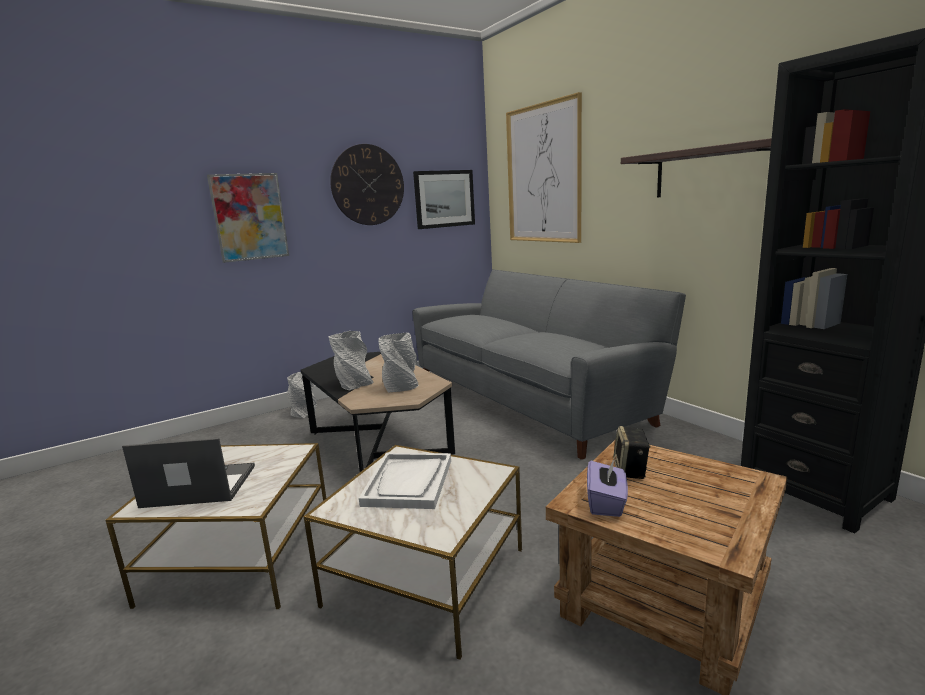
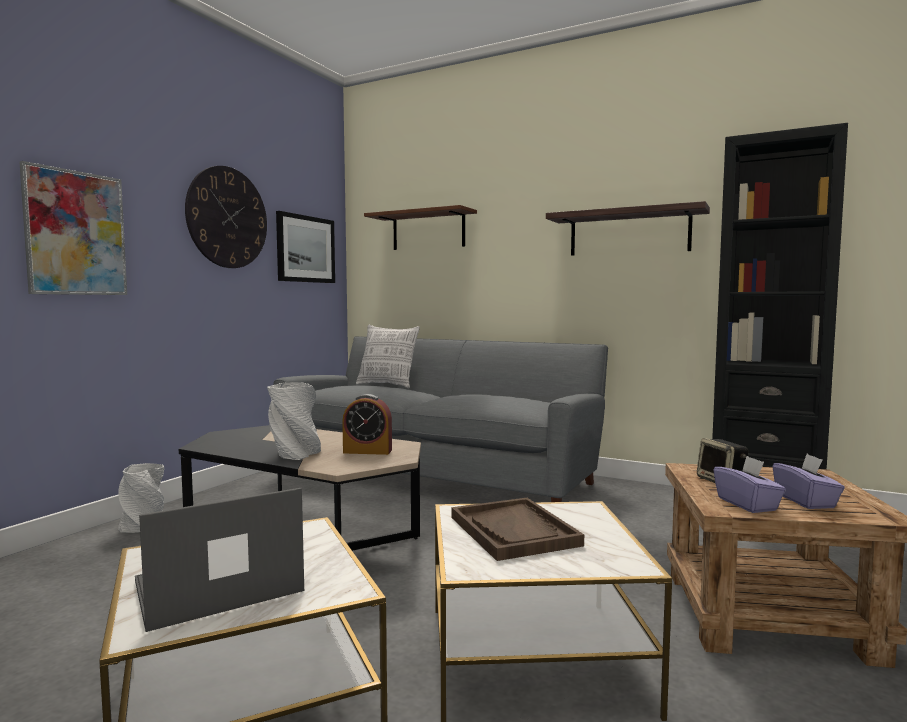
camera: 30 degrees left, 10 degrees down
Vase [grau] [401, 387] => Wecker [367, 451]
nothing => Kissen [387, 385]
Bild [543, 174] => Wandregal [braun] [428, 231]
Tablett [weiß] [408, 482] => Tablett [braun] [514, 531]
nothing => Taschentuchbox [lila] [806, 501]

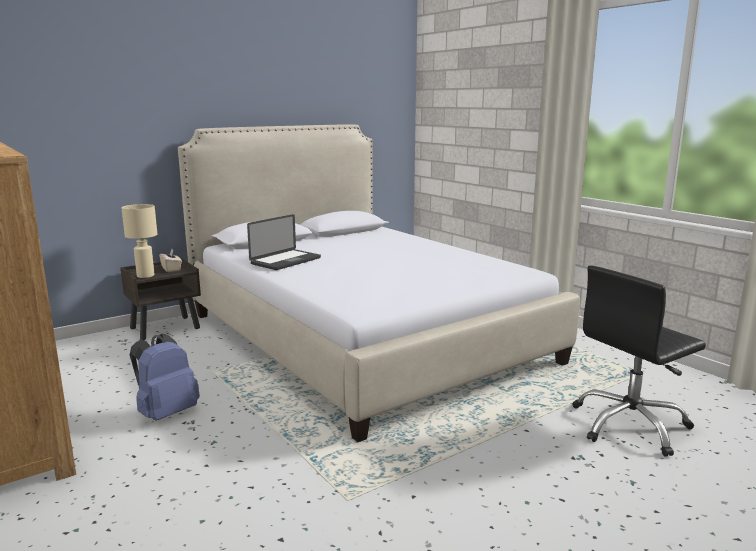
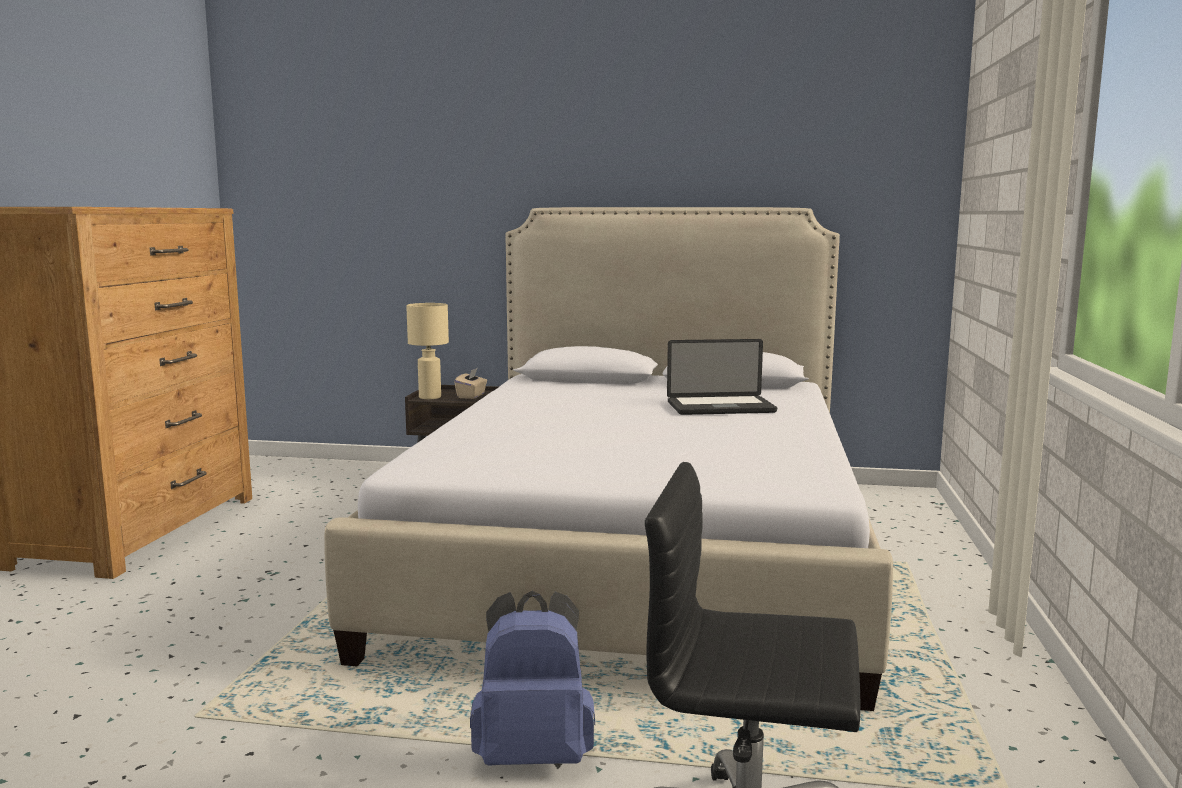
camera: 45 degrees right, 5 degrees down
Rucksack [blau] [166, 413] => Rucksack [blau] [534, 754], relocated
Laptop [286, 261] => Laptop [720, 407], relocated

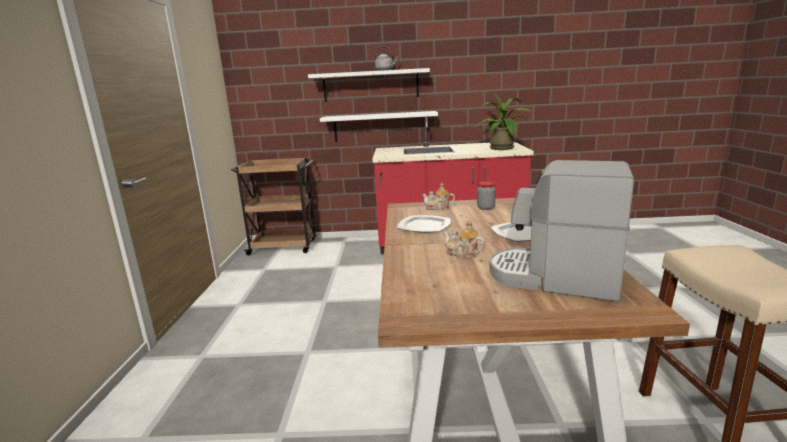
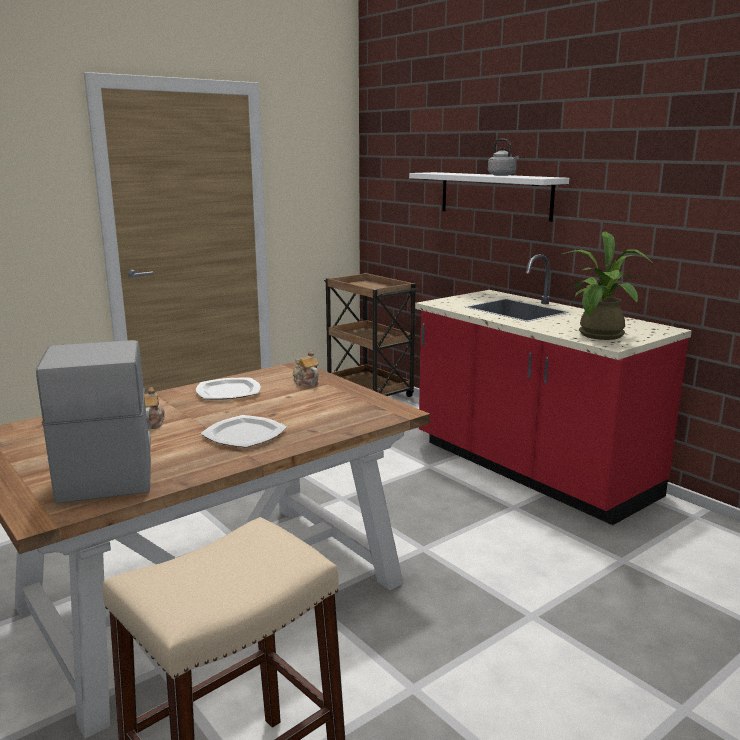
camera: 50 degrees right, 0 degrees up
Wandregal [weiß] [380, 126] => nothing
Vorratsglas [485, 208] => nothing

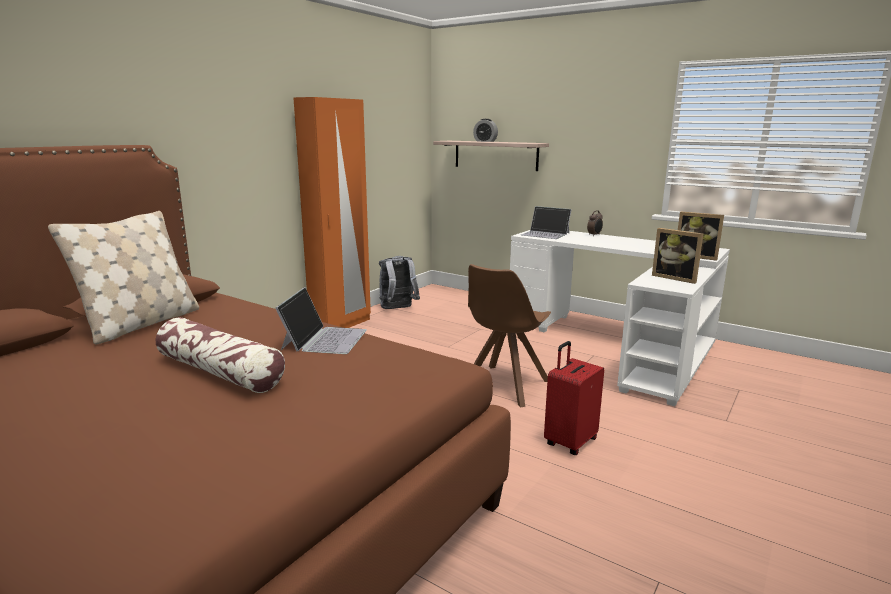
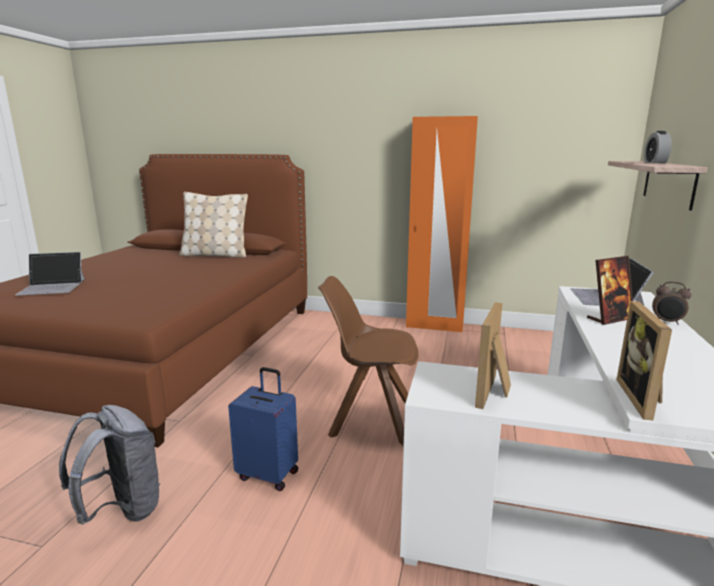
camera: 70 degrees right, 0 degrees up
Laptop [324, 339] => Laptop [52, 287], relocated
Rucksack [grau] [398, 309] => Rucksack [grau] [122, 510], relocated
Koffer [rot] [569, 442] => Koffer [blau] [268, 474]
nothing => Bilderrahmen [609, 318]
Kissen [220, 372] => nothing

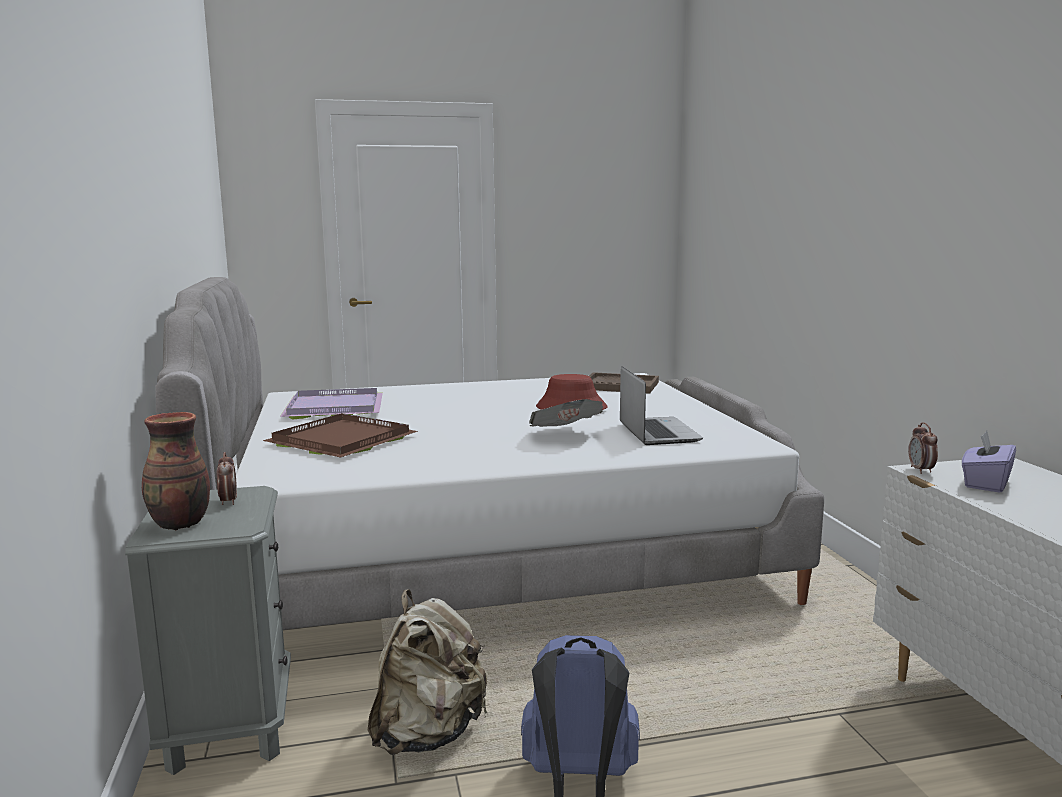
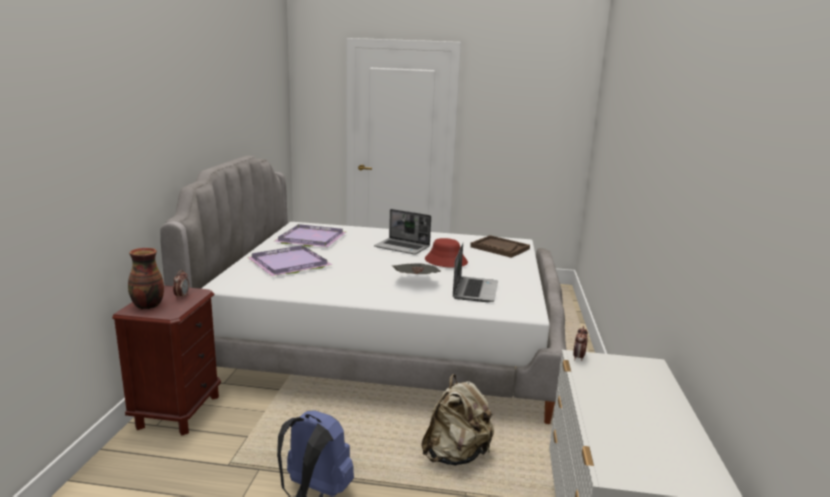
camera: 20 degrees right, 5 degrees up
Nachttisch [grau] [230, 725] => Nachttisch [braun] [178, 411]
Tablett [braun] [338, 441] => Tablett [lila] [287, 263]
nothing => Laptop [403, 247]
Rucksack [beige] [429, 733] => Rucksack [beige] [456, 455], relocated
Taschentuchbox [lila] [985, 483] => nothing

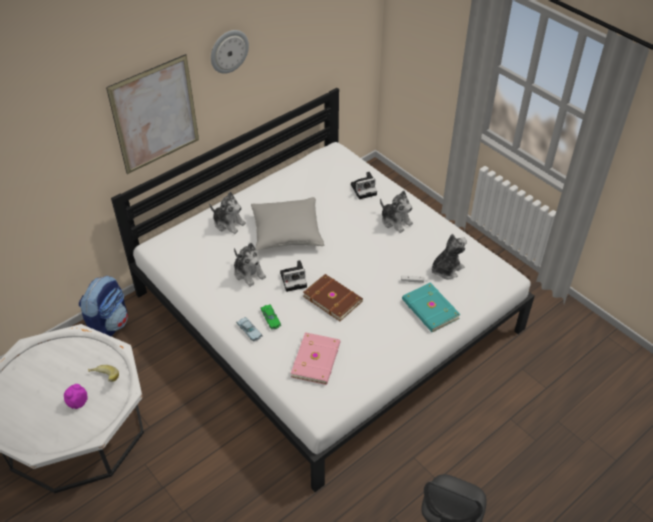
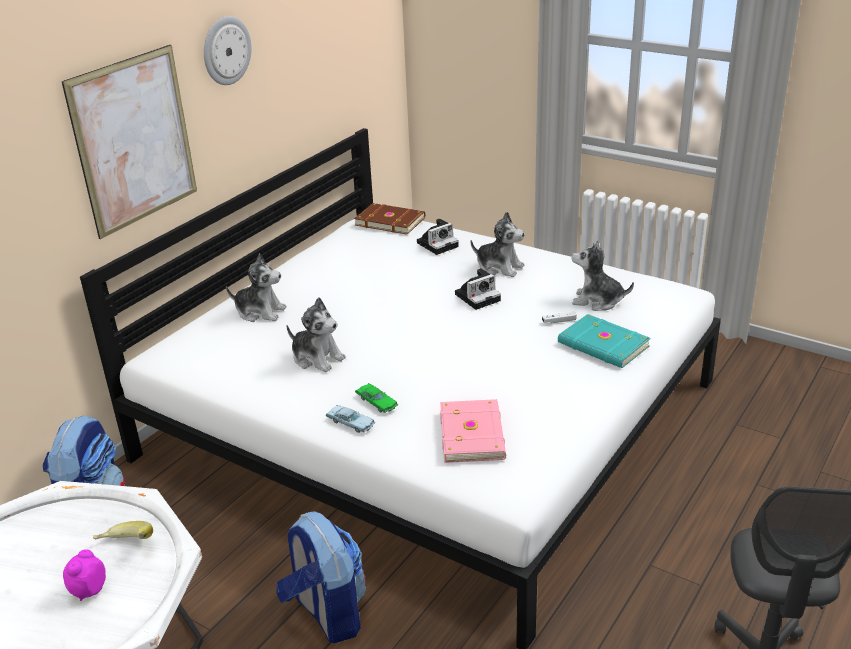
camera: 15 degrees left, 15 degrees down
nothing => Rucksack [326, 613]
Buch [braun] [333, 298] => Buch [braun] [390, 221], relocated
Kamera [294, 279] => Kamera [478, 297], relocated
Plüschtier [446, 269] => Plüschtier [597, 301], 105 degrees counterclockwise
Kissen [grau] [286, 232] => nothing

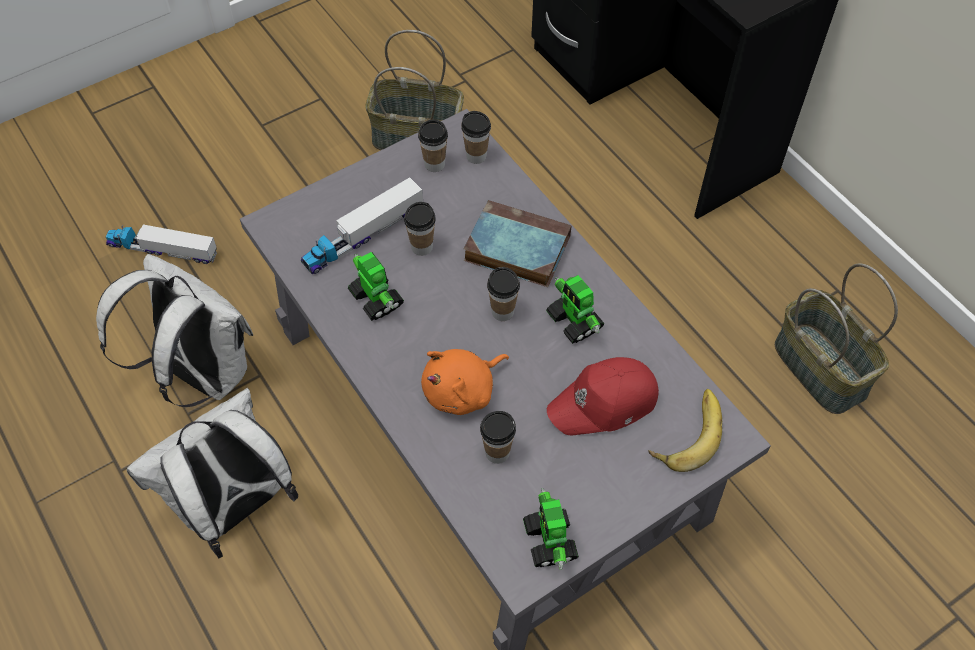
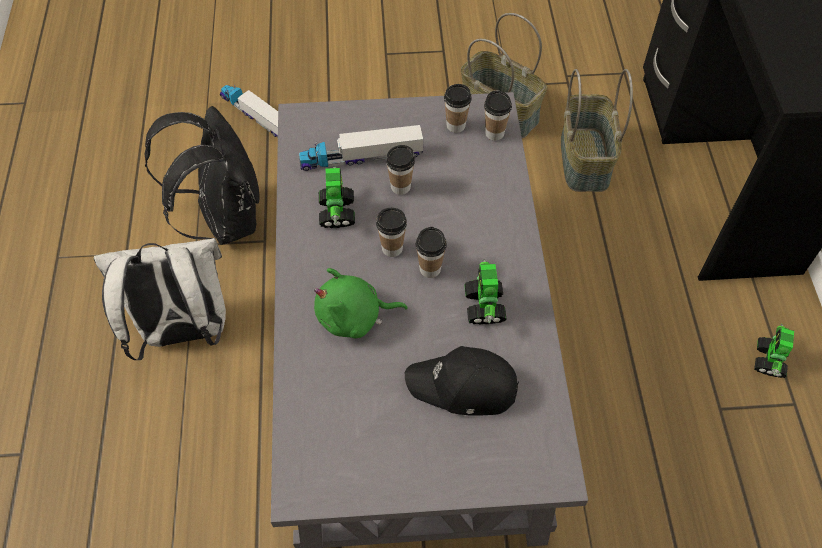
camera: 30 degrees right, 0 degrees up
Rucksack [weiß] [201, 373] => Rucksack [schwarz] [224, 219]
Plüschtier [orange] [462, 391] => Plüschtier [grün] [354, 317]
Tasse [497, 452] => Tasse [392, 248], relocated
Kappe [rot] [605, 403] => Kappe [schwarz] [463, 387]
Korb [822, 369] => Korb [586, 160], relocated
Spielzeugroboter [550, 542] => Spielzeugroboter [769, 360], relocated
Buch [514, 248] => nothing
Banane [686, 432] => nothing

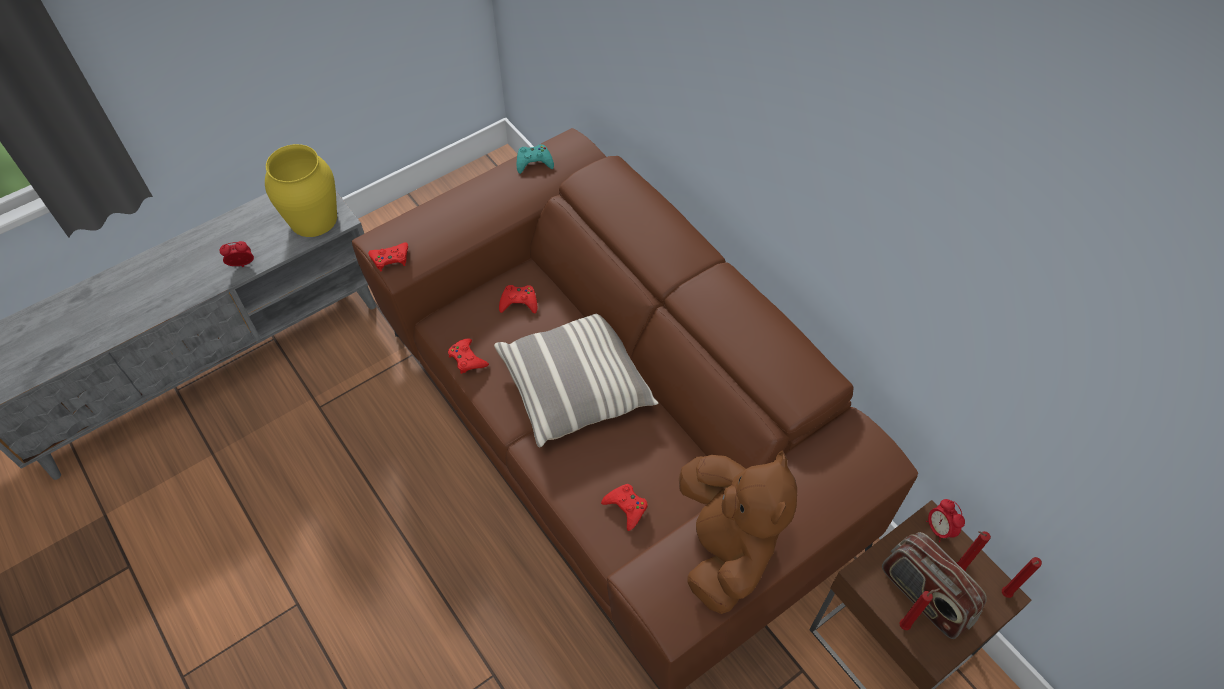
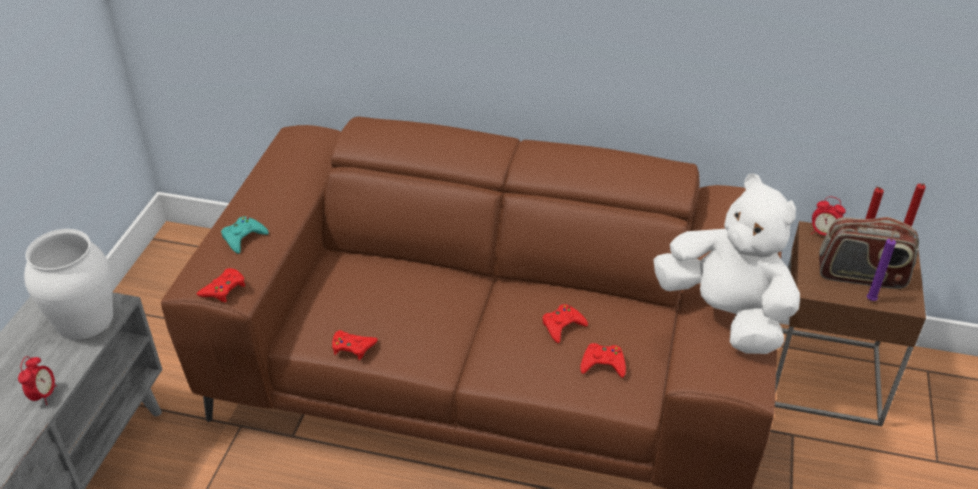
camera: 40 degrees left, 15 degrees down
Wecker [243, 265] => Wecker [44, 395], 150 degrees clockwise
Vase [gelb] [312, 219] => Vase [weiß] [83, 320]
Gamepad [türkis] [534, 162] => Gamepad [türkis] [243, 237], relocated
Gamepad [rot] [519, 302] => Gamepad [rot] [562, 326], relocated
Plüschtier [braun] [725, 546] => Plüschtier [weiß] [725, 314]
Kerze [rot] [906, 625] => Kerze [lila] [871, 299]
Kissen [576, 386] => nothing

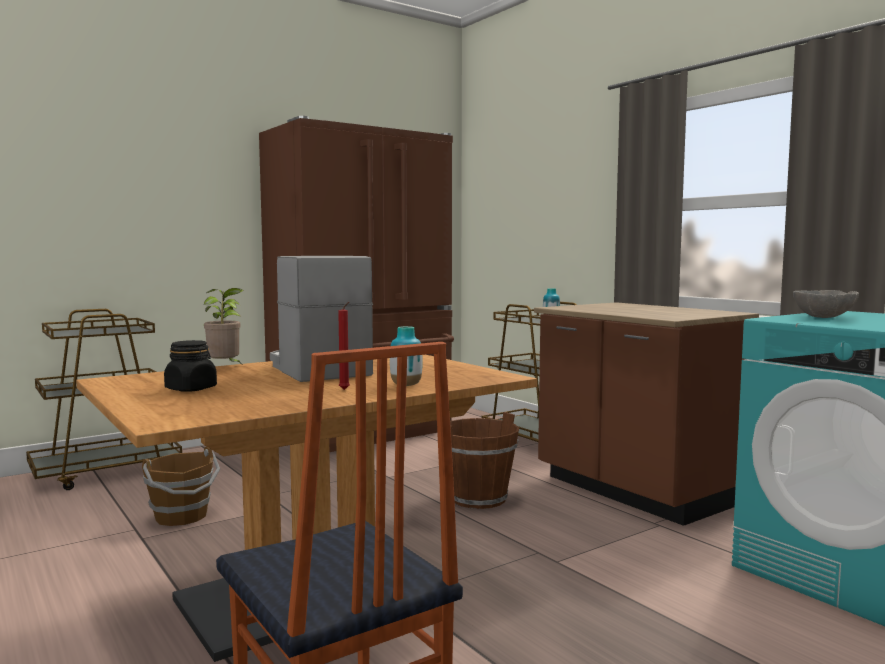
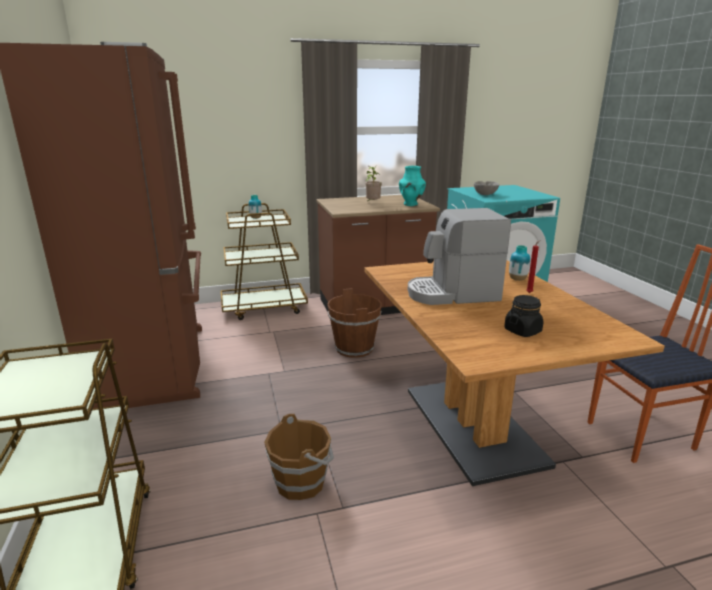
camera: 70 degrees left, 15 degrees up
Topfpflanze [226, 368] => Topfpflanze [372, 203], relocated
nothing => Vase [türkis] [411, 204]

